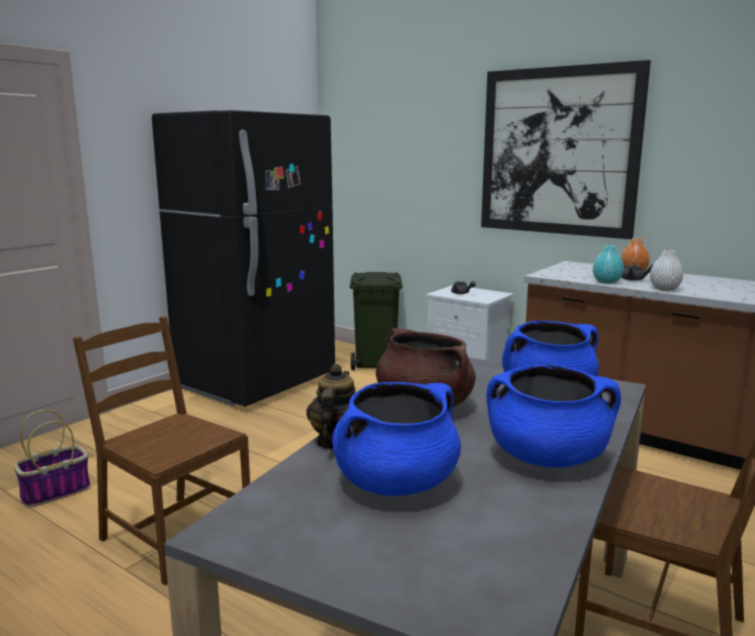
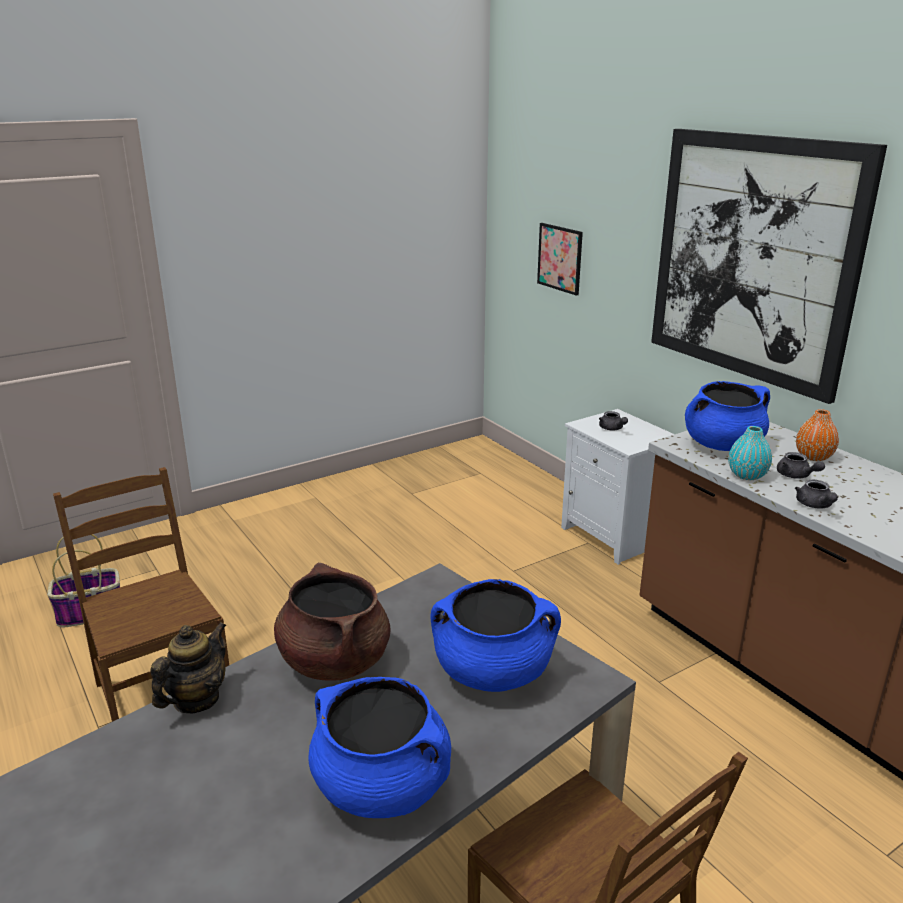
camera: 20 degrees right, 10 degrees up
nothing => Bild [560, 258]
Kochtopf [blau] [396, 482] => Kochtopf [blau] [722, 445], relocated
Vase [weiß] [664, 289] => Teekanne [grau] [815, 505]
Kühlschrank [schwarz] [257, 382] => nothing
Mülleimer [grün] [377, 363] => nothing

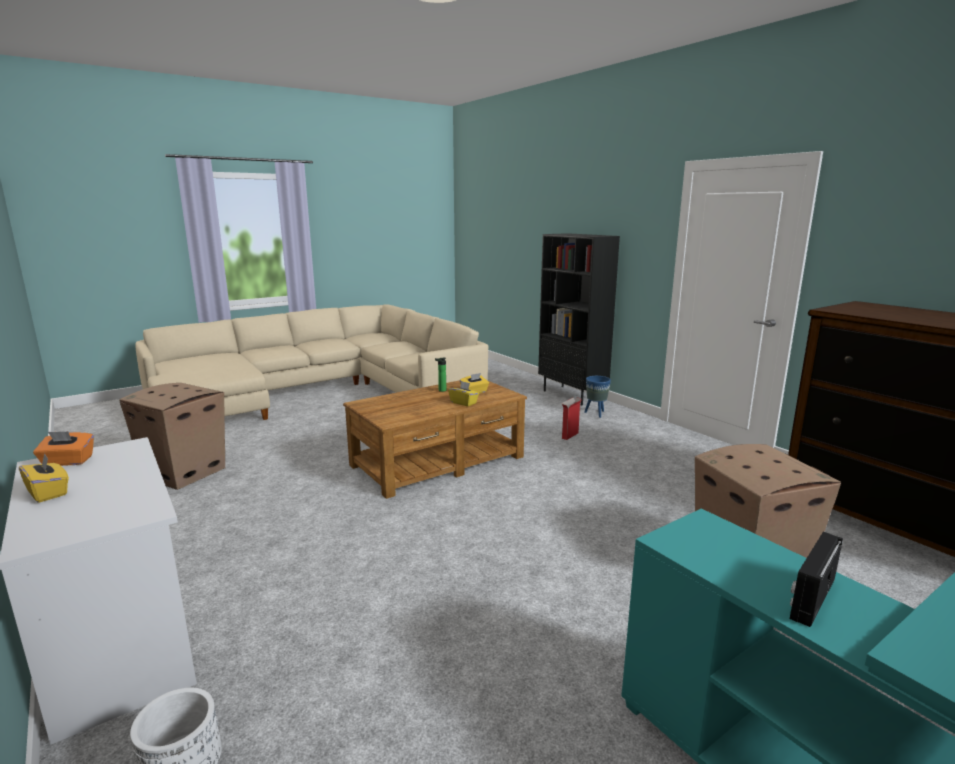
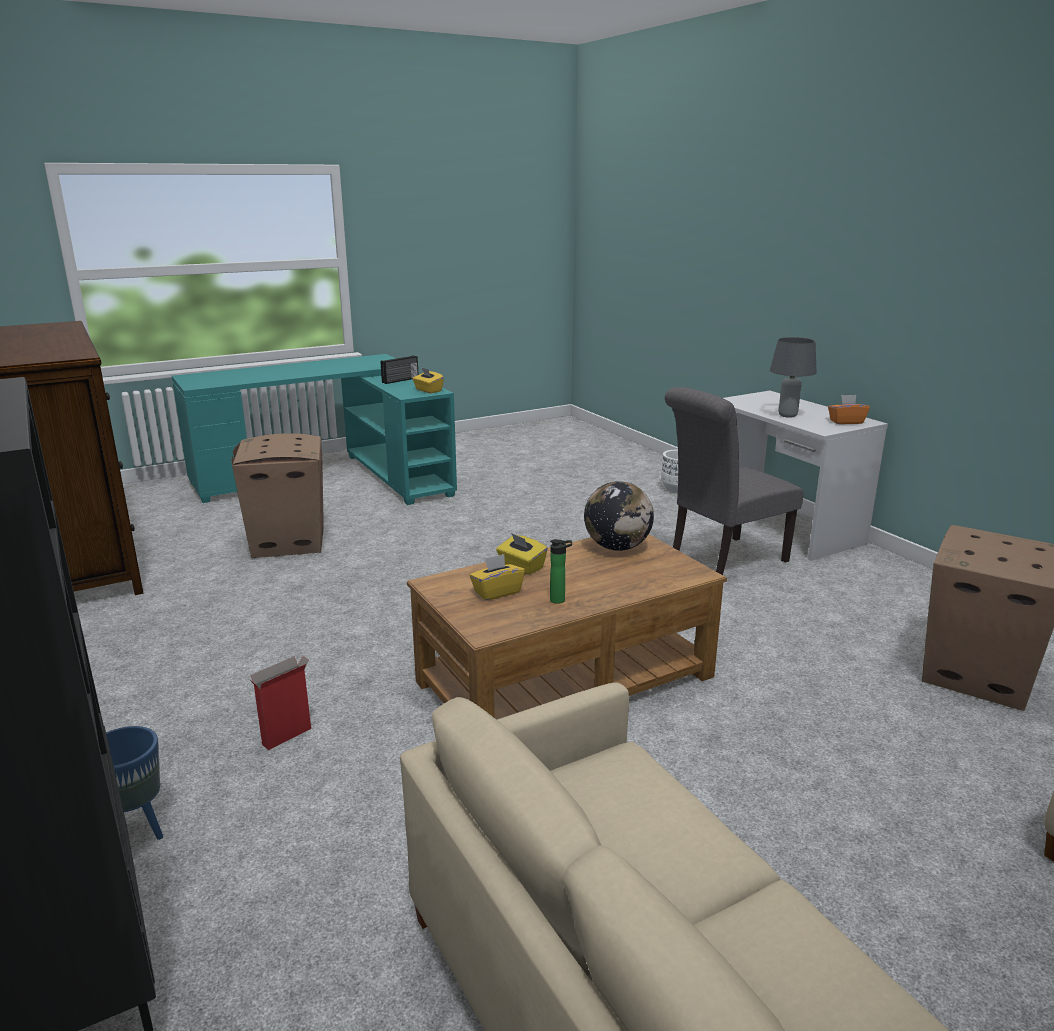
camera: 175 degrees left, 5 degrees up
Taschentuchbox [gelb] [48, 492] => Taschentuchbox [gelb] [428, 390], relocated
nothing => Globus [617, 547]
nothing => Stuhl [grau] [722, 562]
nothing => Tischlampe [grau] [787, 415]

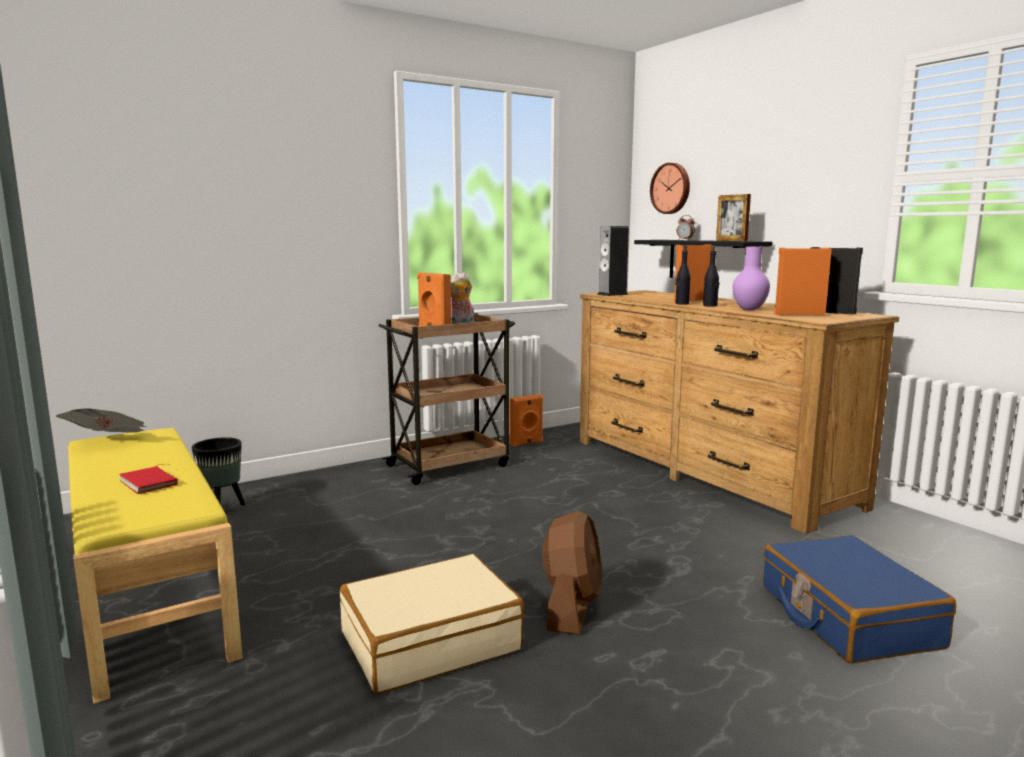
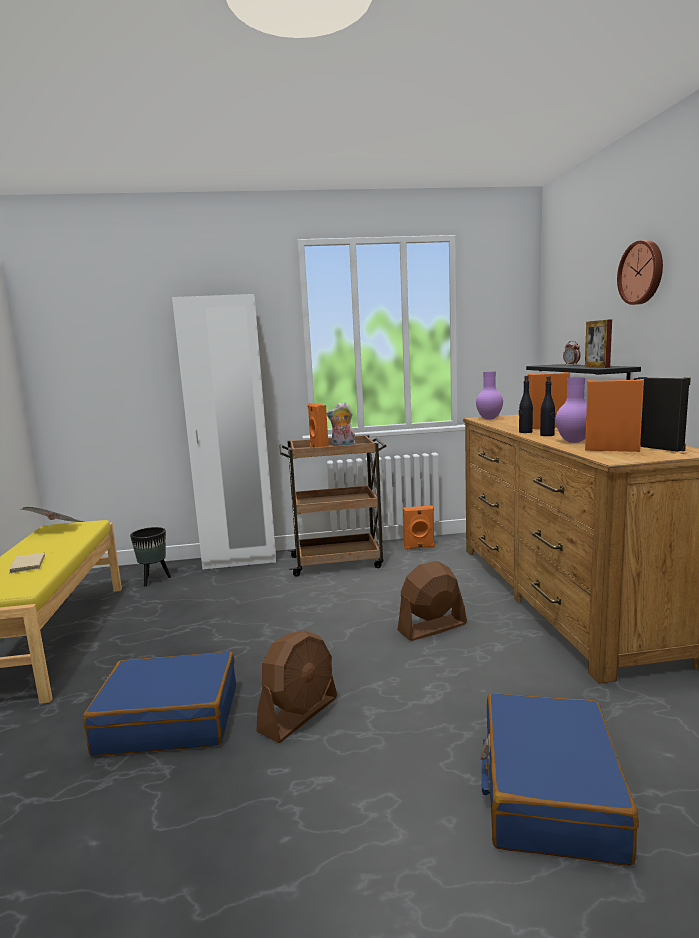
camera: 25 degrees right, 0 degrees up
Buch [rot] [151, 483] => Buch [beige] [29, 565]
Koffer [beige] [430, 641] => Koffer [blau] [169, 719]
nothing => Kleiderschrank [weiß] [240, 561]
nothing => Ventilator [braun] [432, 627]
Lautsprecher [612, 294] => Vase [lila] [490, 419]
Wanduhr [671, 188] => Wanduhr [642, 272], relocated

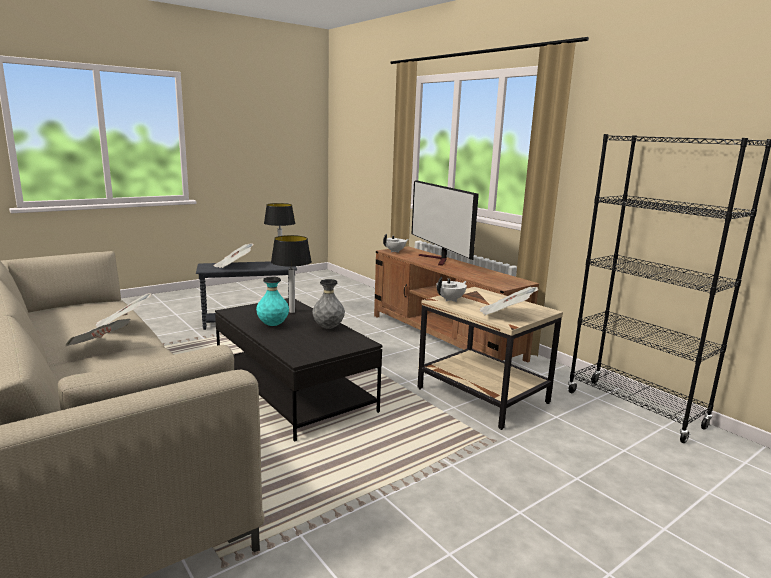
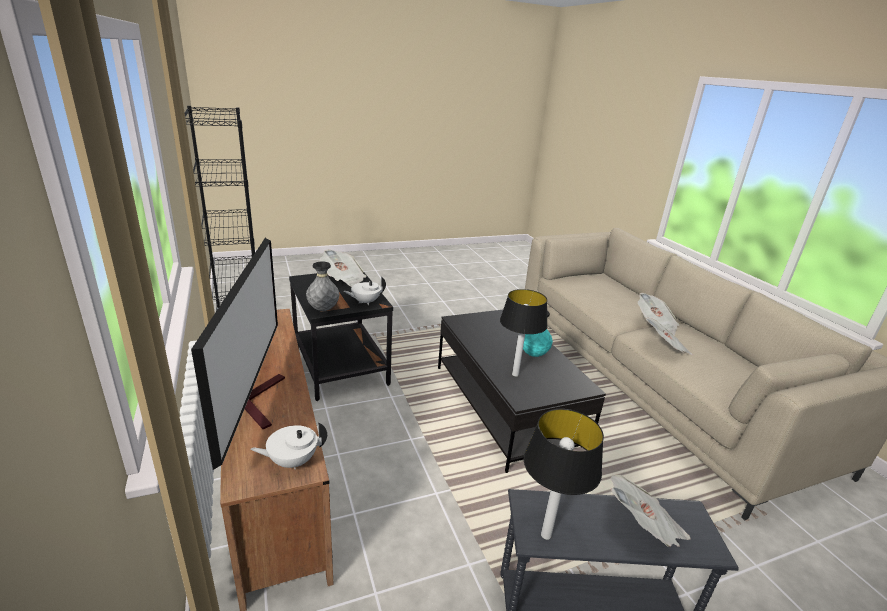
camera: 165 degrees left, 10 degrees up
Beistelltisch [beige] [483, 396] => Beistelltisch [schwarz] [339, 367]
Vase [grau] [328, 328] => Vase [grau] [323, 309], relocated

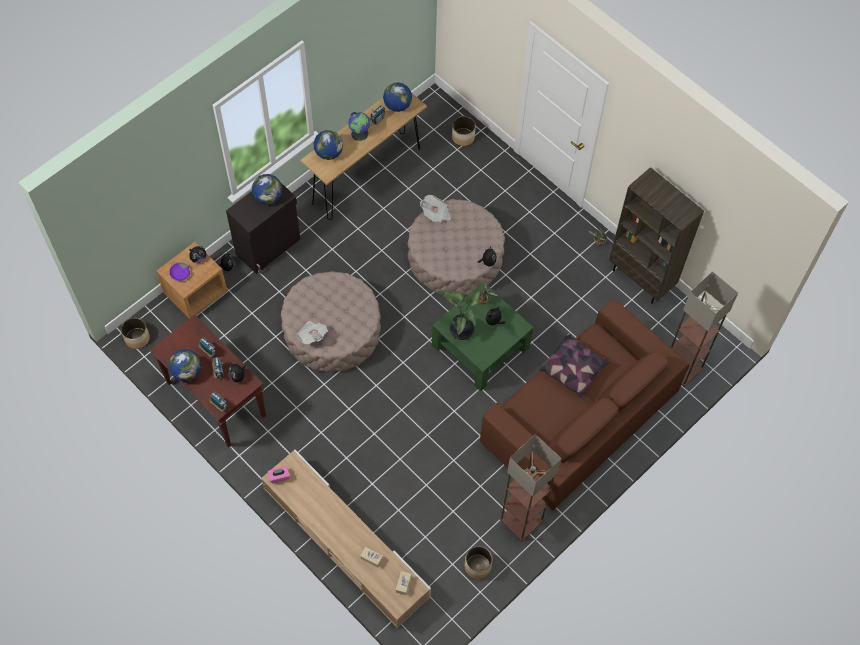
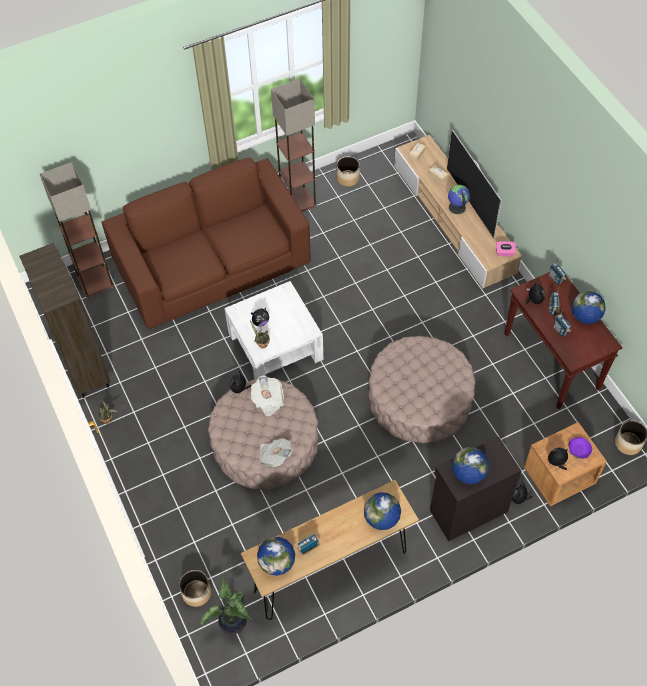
camera: 160 degrees left, 5 degrees down
Topfpflanze [461, 329] => Topfpflanze [233, 623], relocated
Couchtisch [grün] [480, 346] => Couchtisch [weiß] [275, 346]
Zeitung [312, 335] => Zeitung [268, 400], relocated
nothing => Fernseher [470, 202]
Globus [360, 133] => Globus [456, 207], relocated
Kissen [574, 369] => nothing

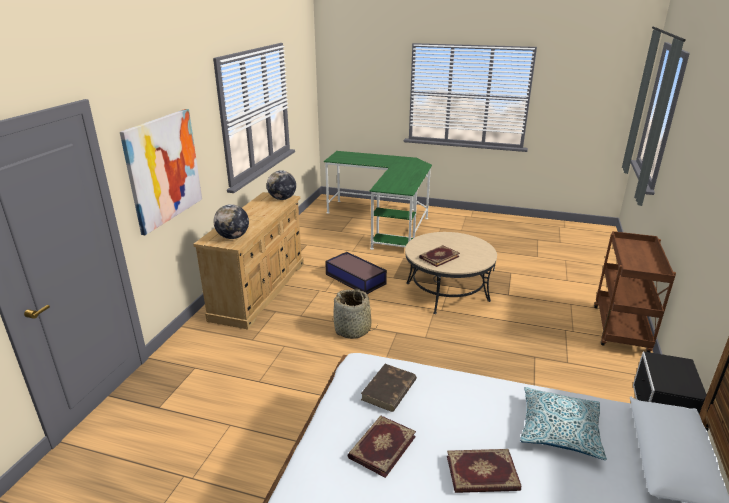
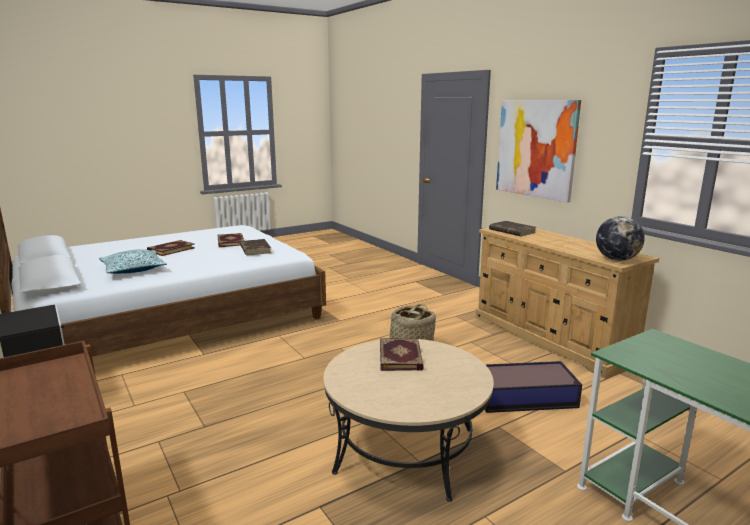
camera: 130 degrees right, 10 degrees down
Globus [233, 237] => Buch [braun] [511, 231]

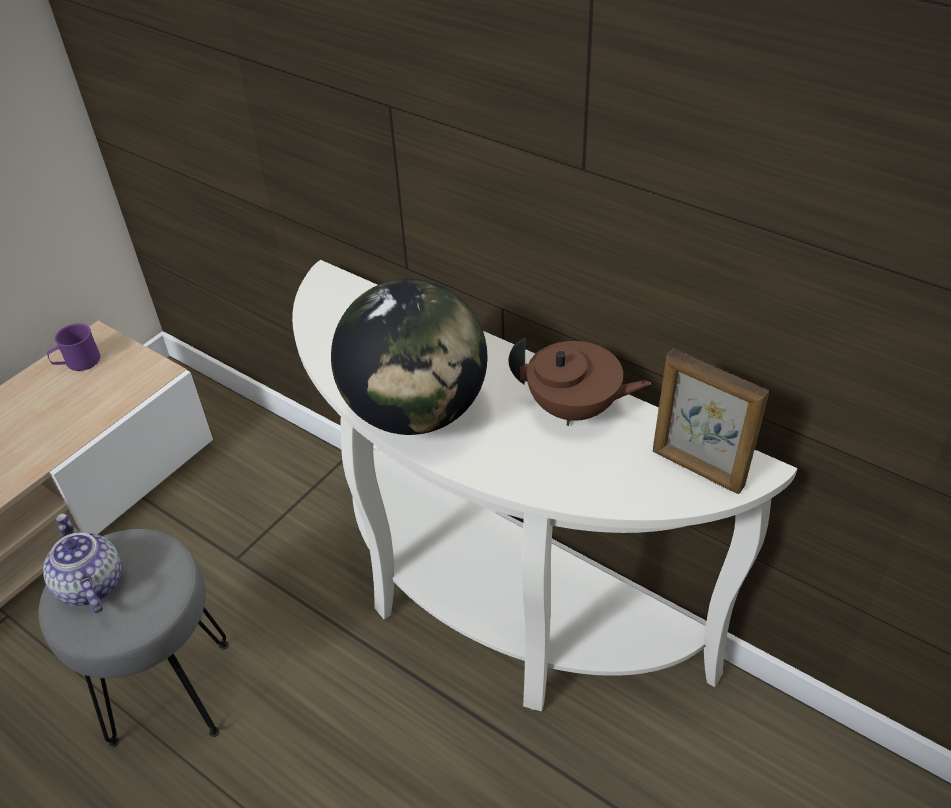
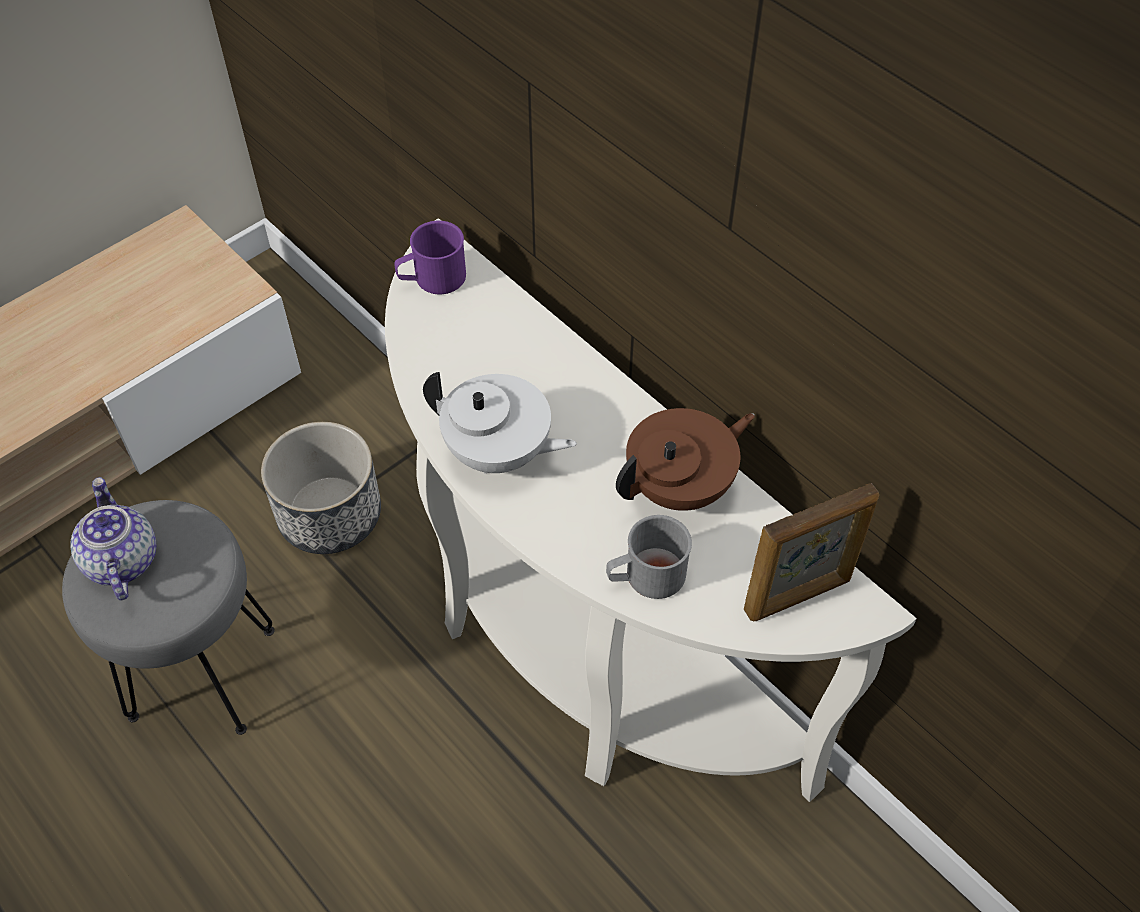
camera: 10 degrees right, 10 degrees up
nothing => Pflanzkübel [329, 515]
Henkelbecher [lila] [78, 362] => Henkelbecher [lila] [432, 279], relocated
Globus [415, 412] => Teekanne [weiß] [499, 453]
nothing => Henkelbecher [grau] [646, 576]
Teekanne [braun] [574, 409] => Teekanne [braun] [681, 487], 60 degrees counterclockwise
Bilderrahmen [697, 469] => Bilderrahmen [798, 596], 75 degrees counterclockwise

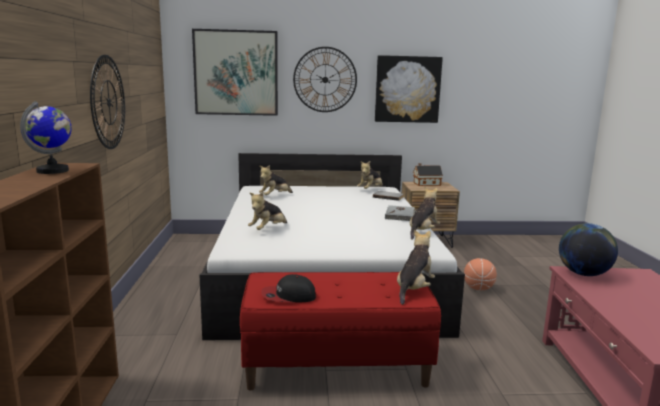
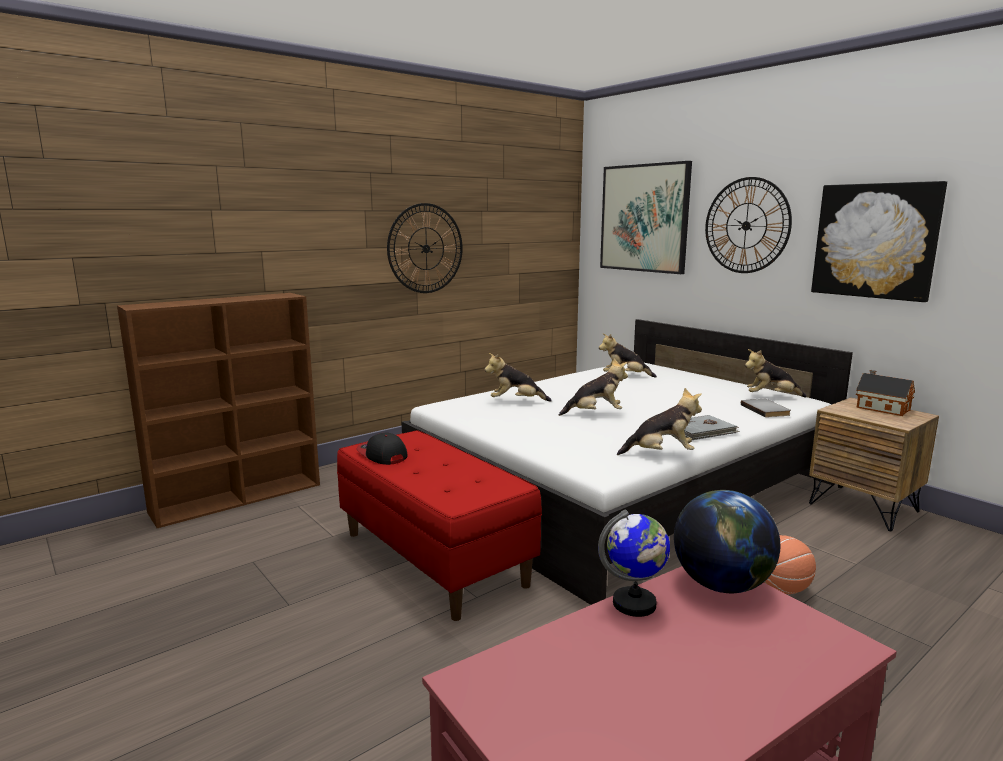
camera: 55 degrees right, 0 degrees up
Plüschtier [414, 289] => Plüschtier [595, 413], relocated
Globus [53, 171] => Globus [634, 604], relocated

